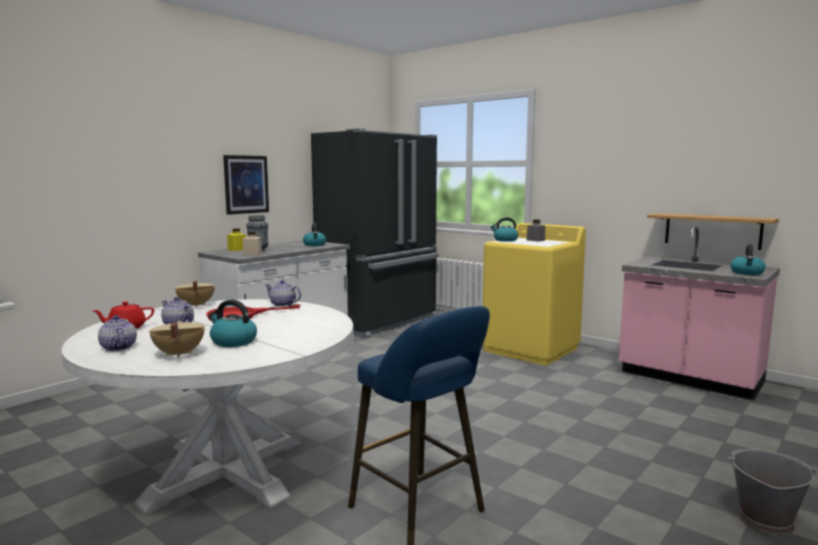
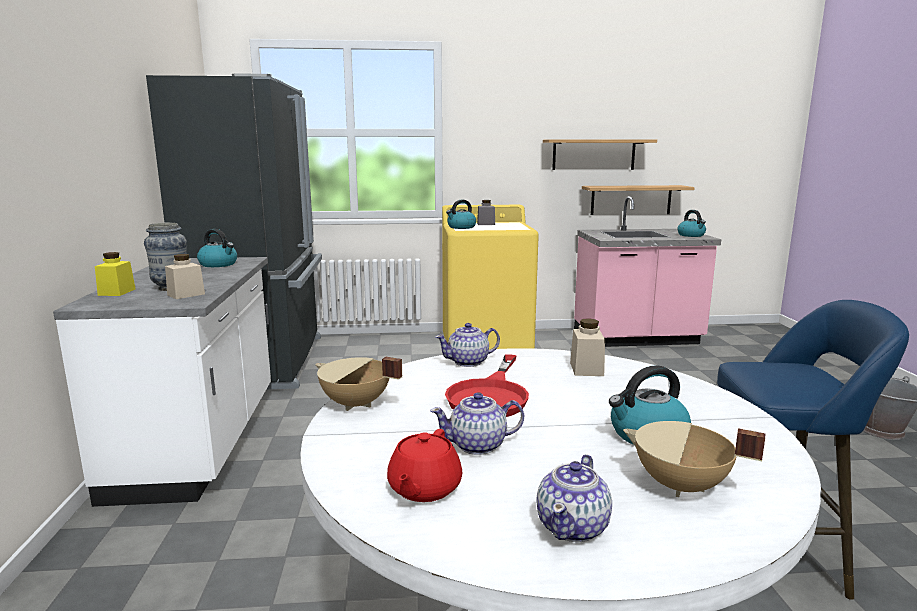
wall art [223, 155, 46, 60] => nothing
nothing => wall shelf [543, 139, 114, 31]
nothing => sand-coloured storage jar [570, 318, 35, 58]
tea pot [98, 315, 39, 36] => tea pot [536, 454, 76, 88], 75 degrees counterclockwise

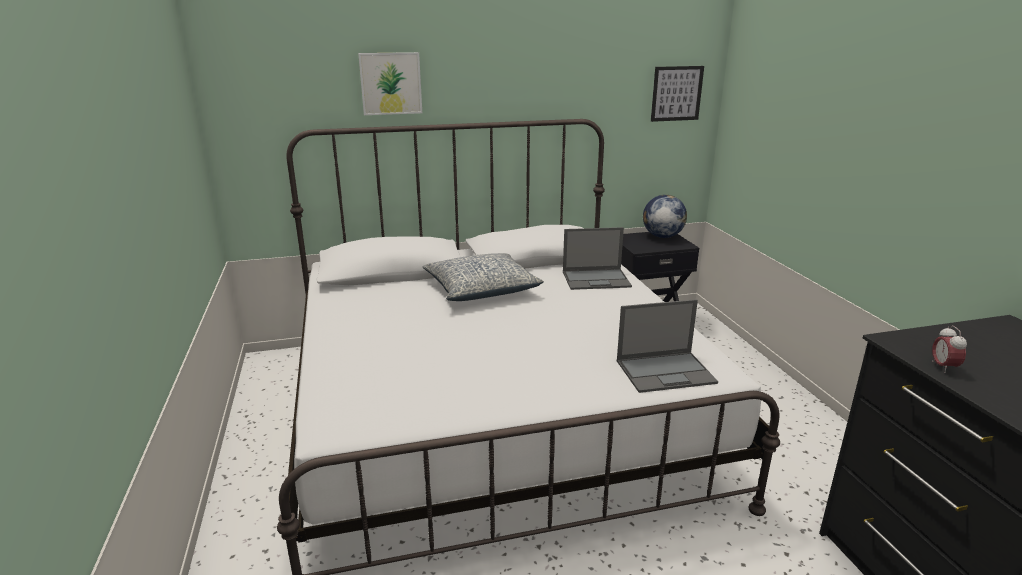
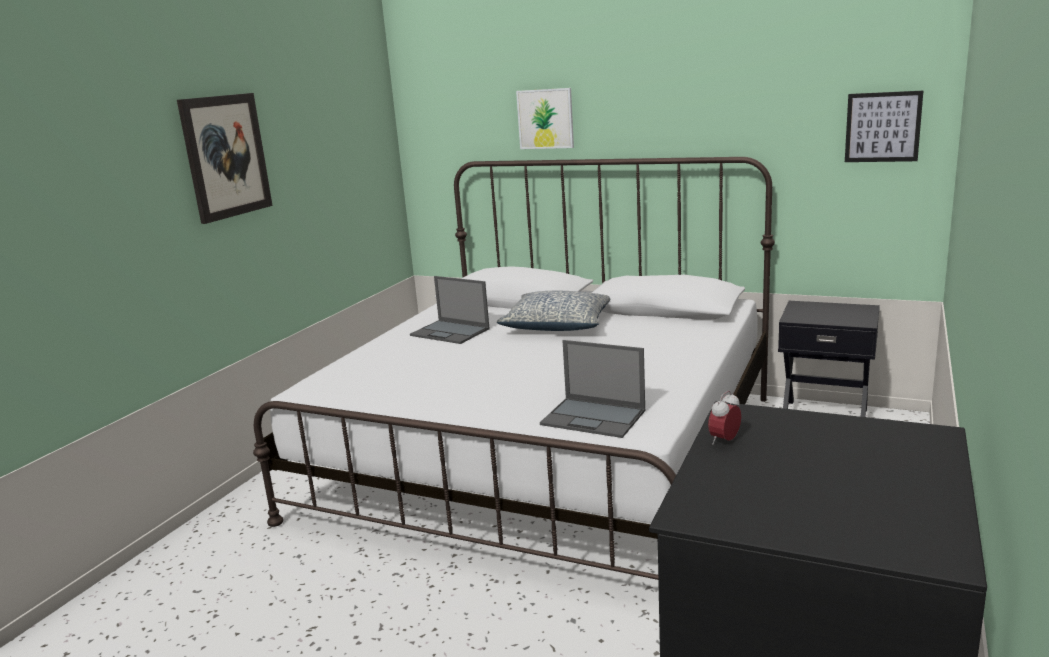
globe [643, 195, 44, 43] => nothing
nothing => wall art [177, 93, 96, 131]
laptop [563, 227, 69, 63] => laptop [410, 276, 80, 68], move

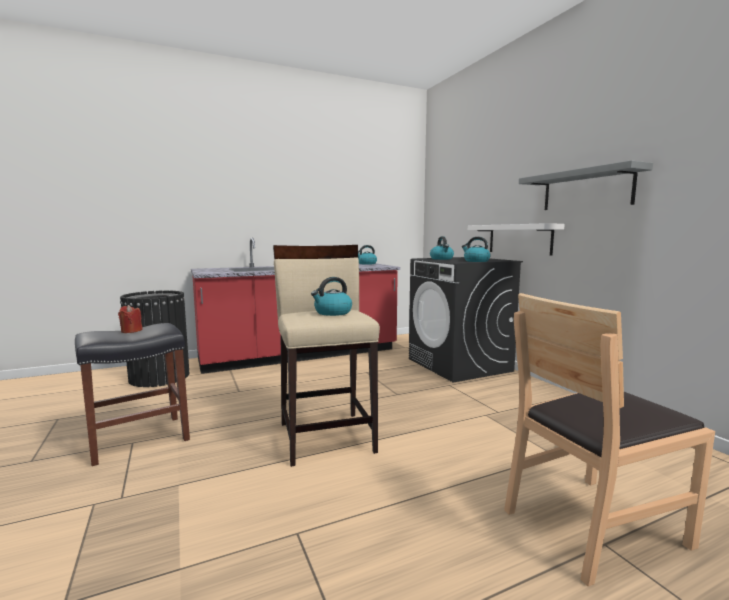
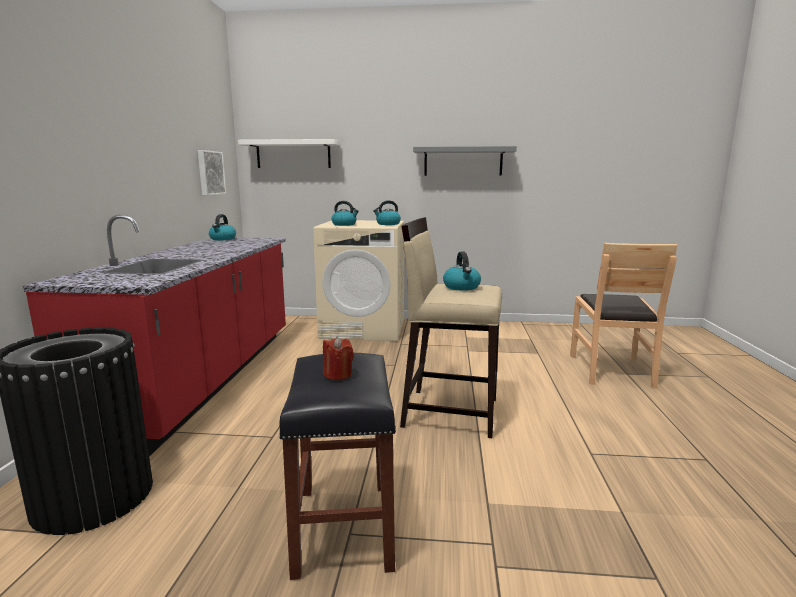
nothing => wall art [198, 150, 28, 45]
whitish wall shelf [468, 223, 97, 33] => whitish wall shelf [238, 139, 102, 29], move
blackish laundry appliance [409, 257, 114, 126] => sand-coloured laundry appliance [313, 220, 92, 121]

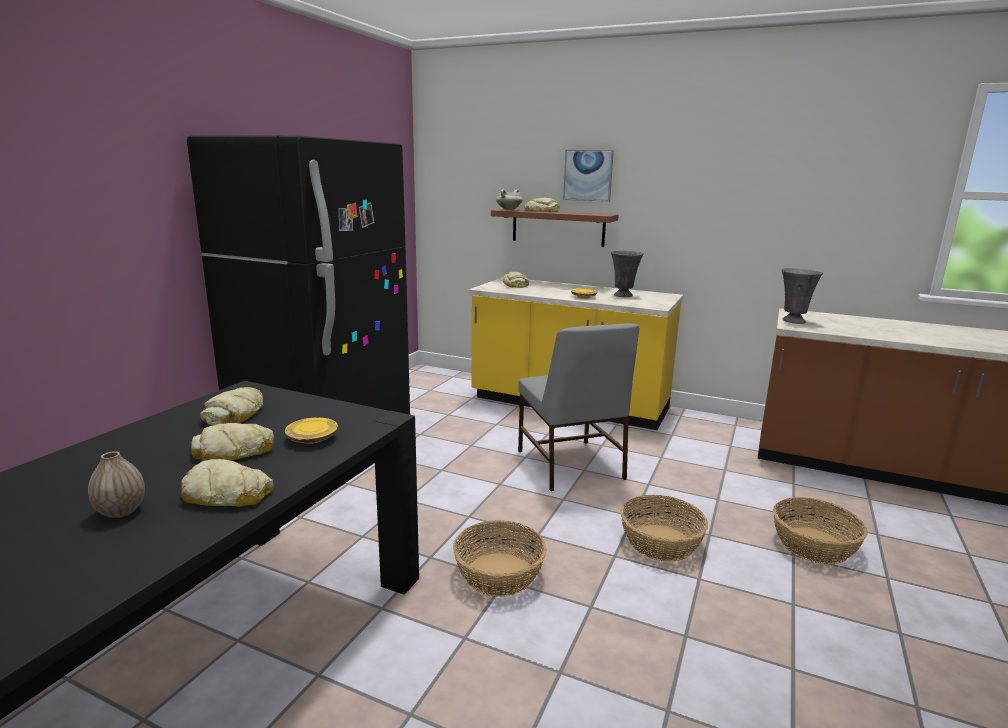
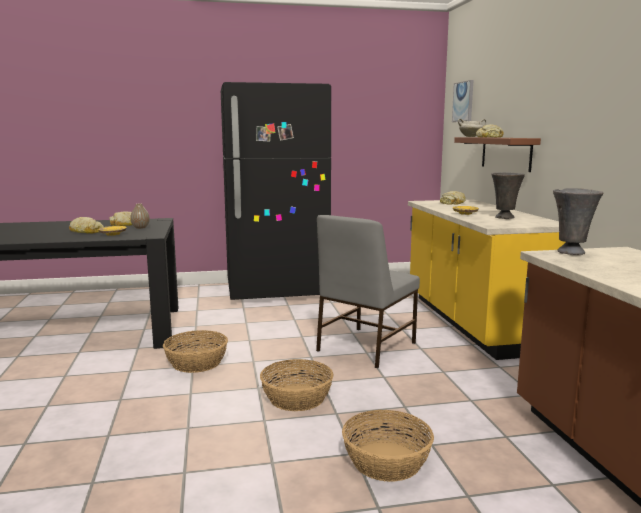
baked bread [181, 459, 93, 48] => nothing
vase [88, 451, 57, 67] => vase [130, 204, 20, 25], move
wall art [563, 150, 51, 52] => wall art [452, 80, 21, 42], move

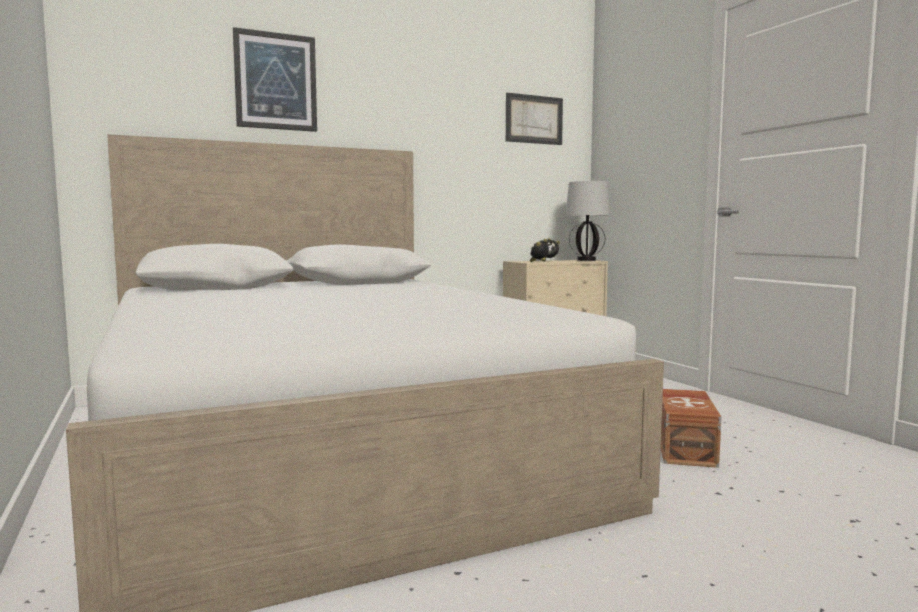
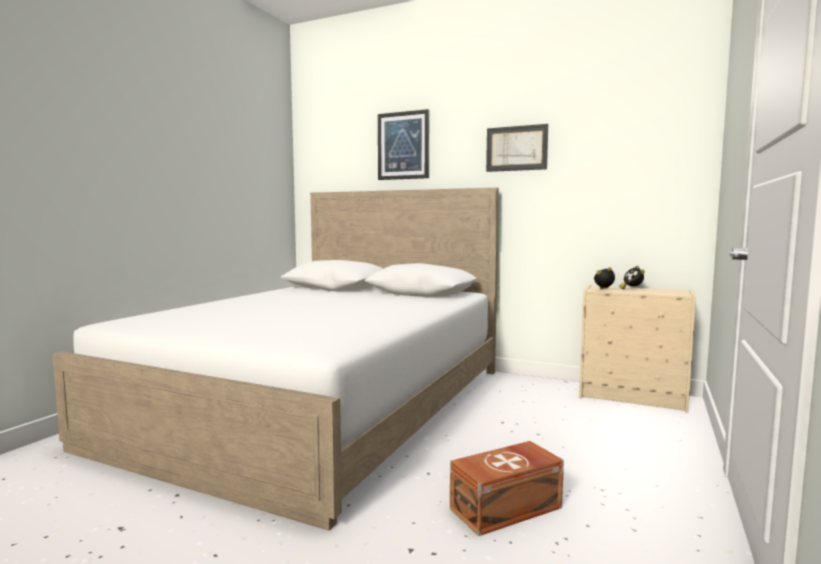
tabletop lamp [565, 181, 45, 80] => nothing
wall art [506, 93, 57, 52] => wall art [486, 124, 62, 48], move

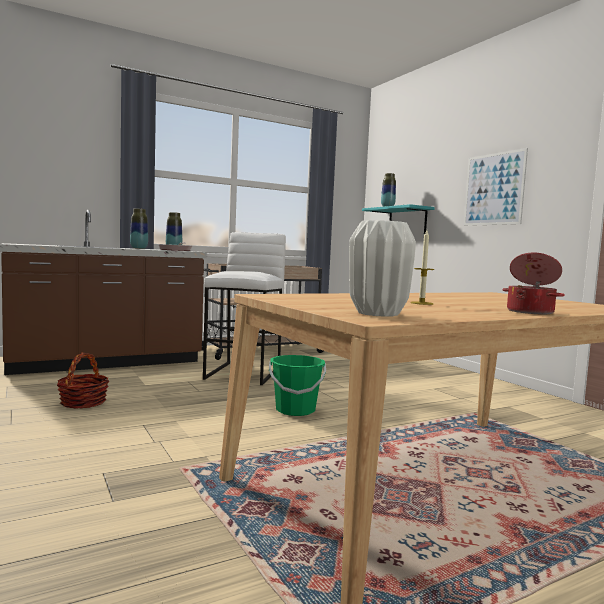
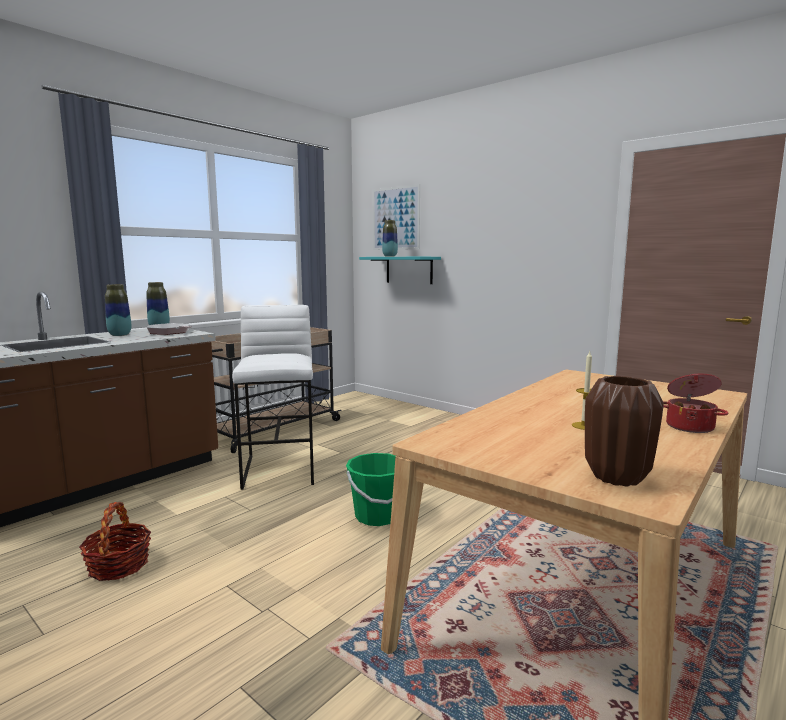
wall art [464, 148, 64, 78] => wall art [373, 184, 47, 66], move
whitish vase [349, 220, 67, 97] => brownish vase [585, 376, 79, 110]

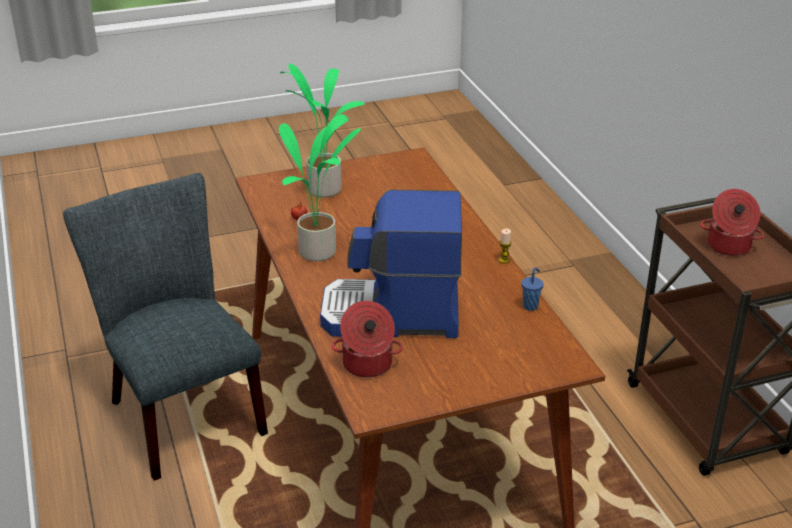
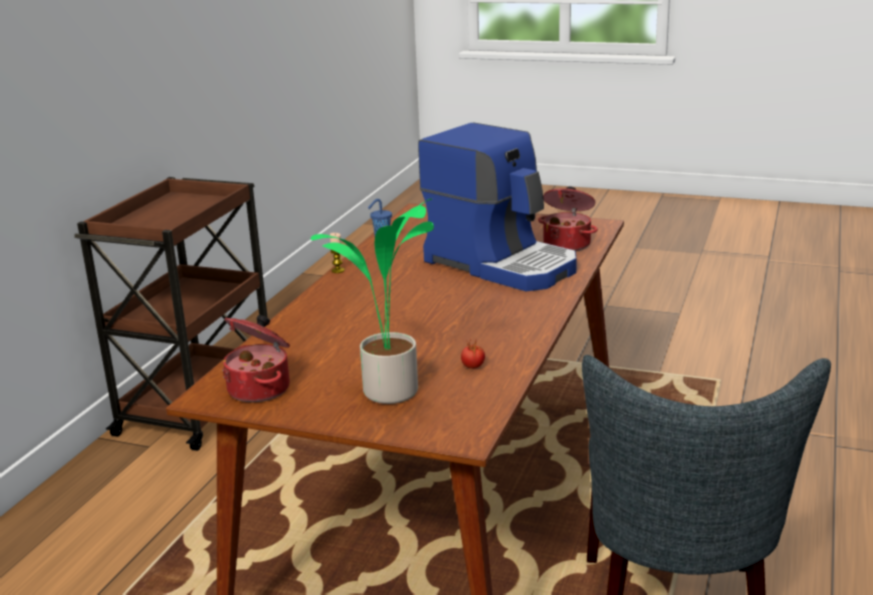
houseplant [279, 114, 82, 147] => nothing
stockpot [701, 189, 63, 67] => stockpot [222, 315, 68, 87], move

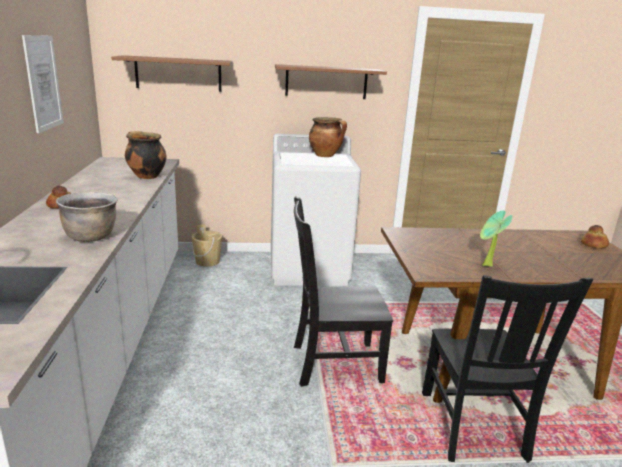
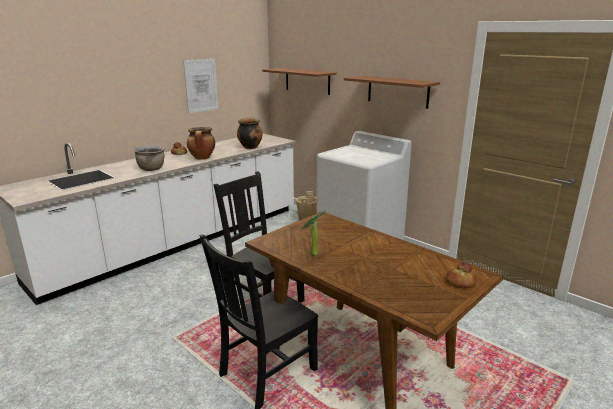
stockpot [309, 117, 38, 40] => stockpot [187, 127, 28, 33], move

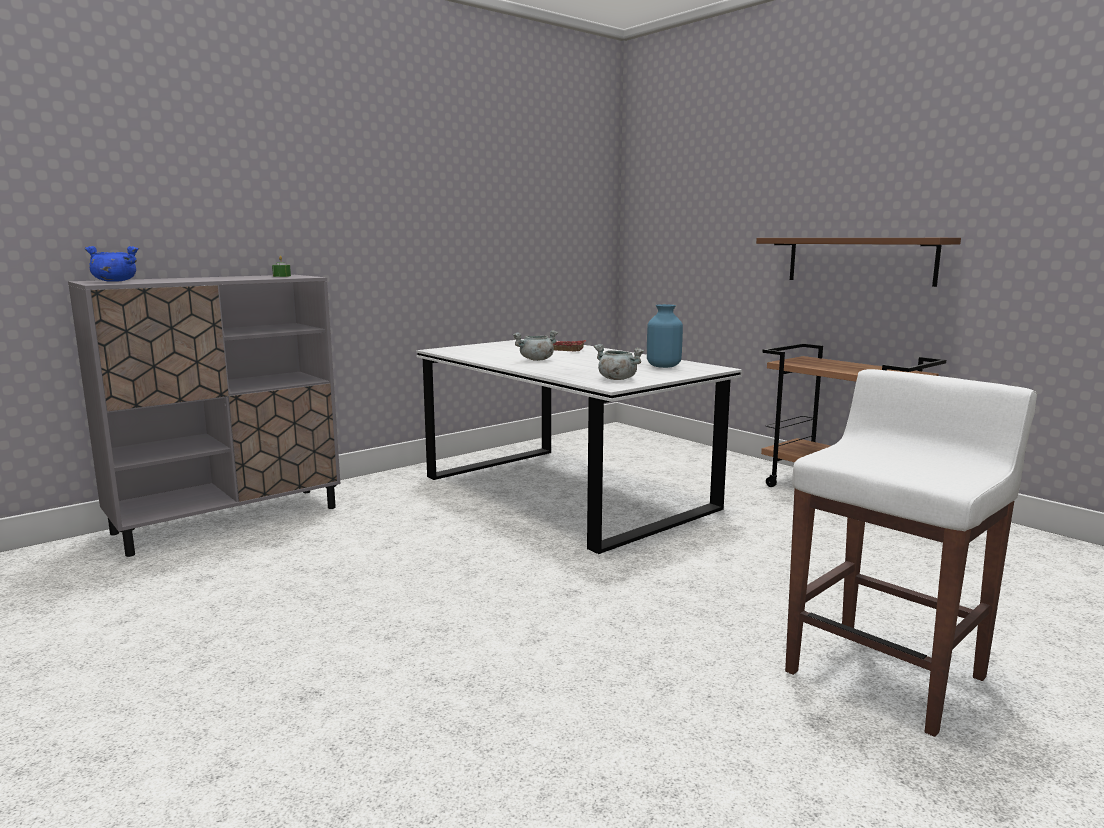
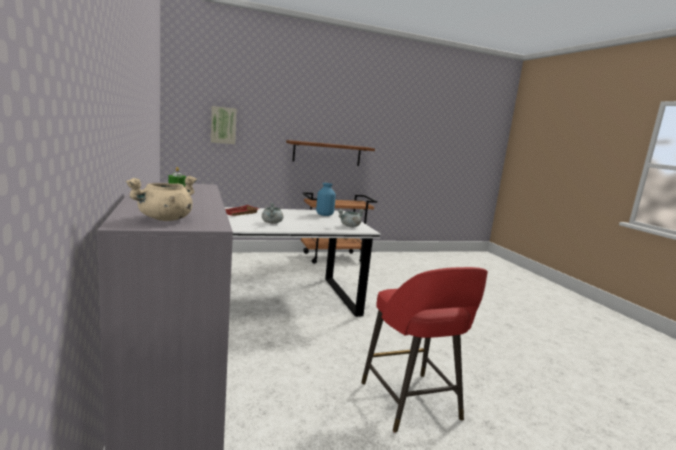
whitish sitting stool [785, 369, 252, 368] => nothing
nothing => wall art [211, 106, 26, 38]
nothing => reddish sitting stool [361, 267, 127, 166]
blue-coloured stockpot [85, 246, 54, 36] => sand-coloured stockpot [125, 176, 72, 45]

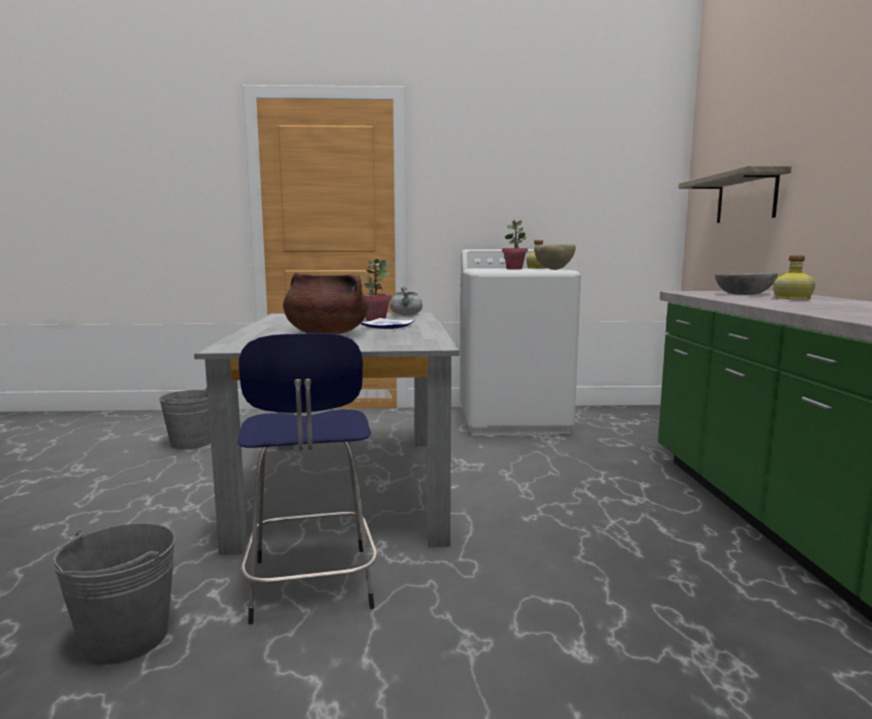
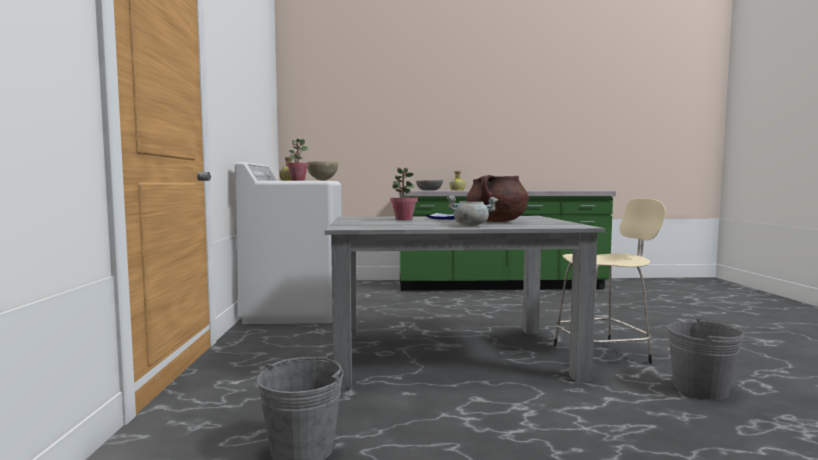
wall shelf [678, 166, 113, 57] => nothing
gray stockpot [390, 286, 32, 29] => gray stockpot [447, 195, 51, 31], move
blue-coloured sitting stool [237, 333, 140, 292] => sand-coloured sitting stool [554, 199, 112, 165]

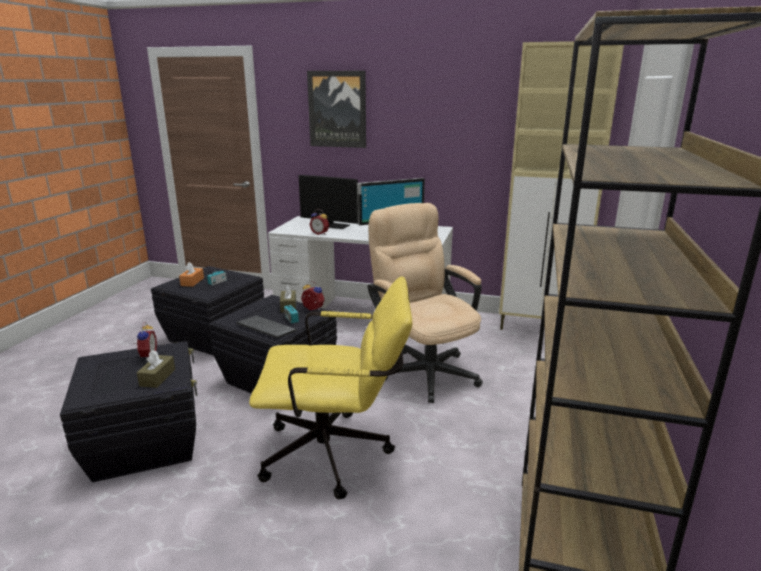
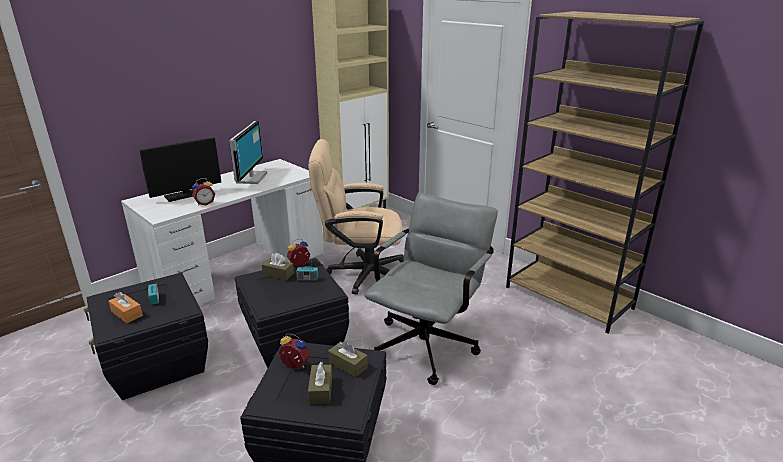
PC keyboard [236, 315, 61, 23] => nothing
wall art [307, 71, 59, 77] => nothing
nothing => brownish tissue box [308, 362, 24, 42]
yellowish office chair [249, 276, 163, 223] => gray office chair [364, 193, 134, 192]

